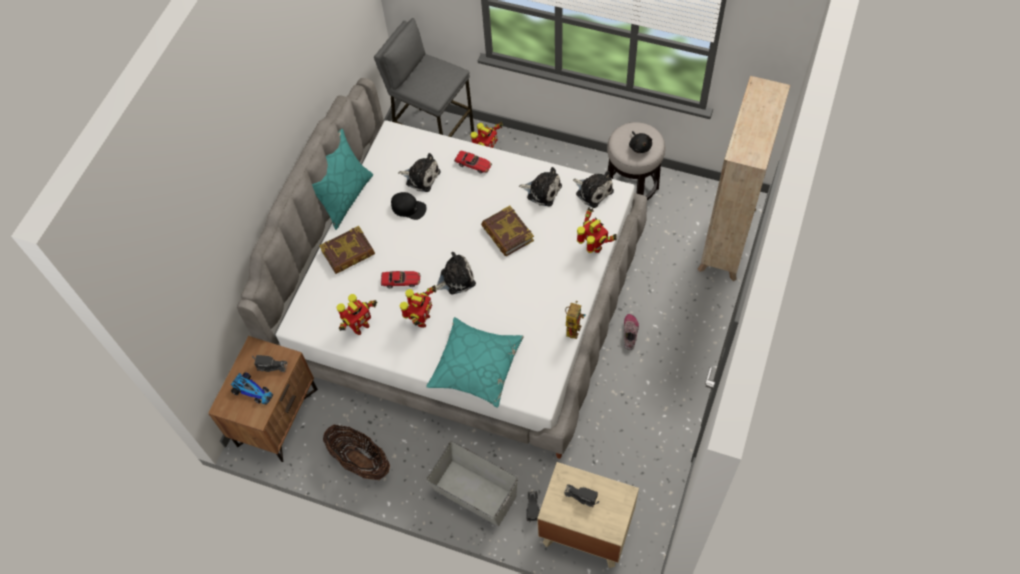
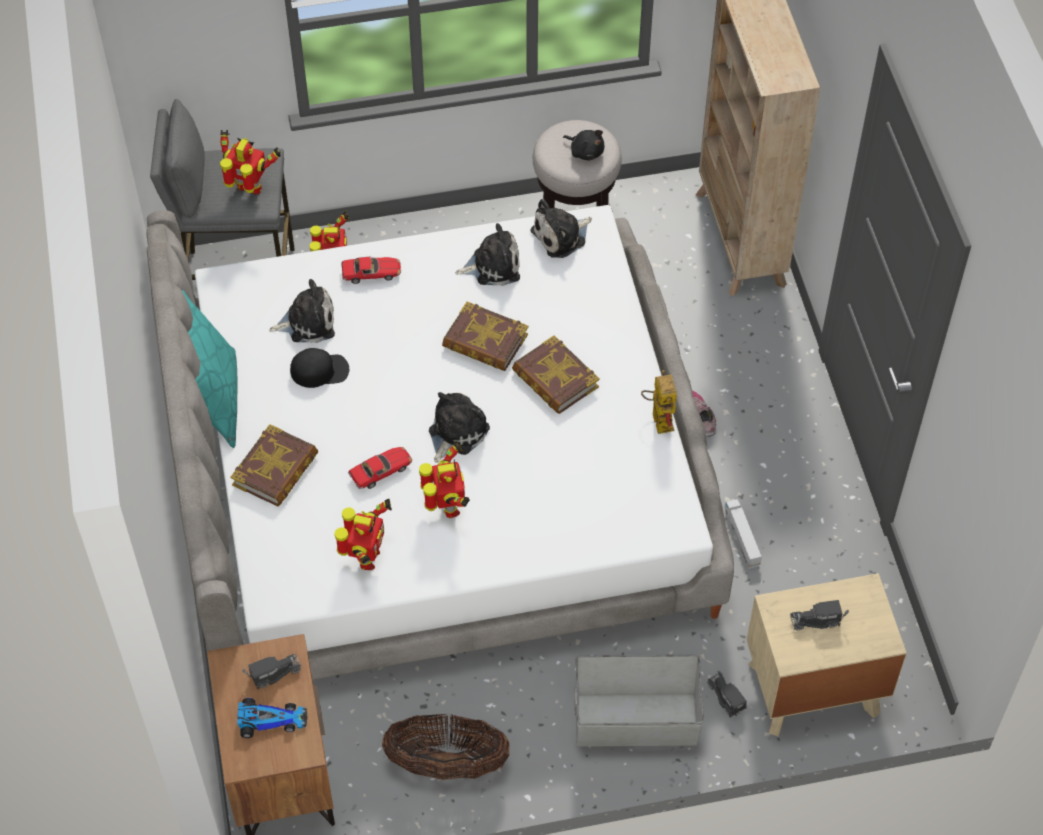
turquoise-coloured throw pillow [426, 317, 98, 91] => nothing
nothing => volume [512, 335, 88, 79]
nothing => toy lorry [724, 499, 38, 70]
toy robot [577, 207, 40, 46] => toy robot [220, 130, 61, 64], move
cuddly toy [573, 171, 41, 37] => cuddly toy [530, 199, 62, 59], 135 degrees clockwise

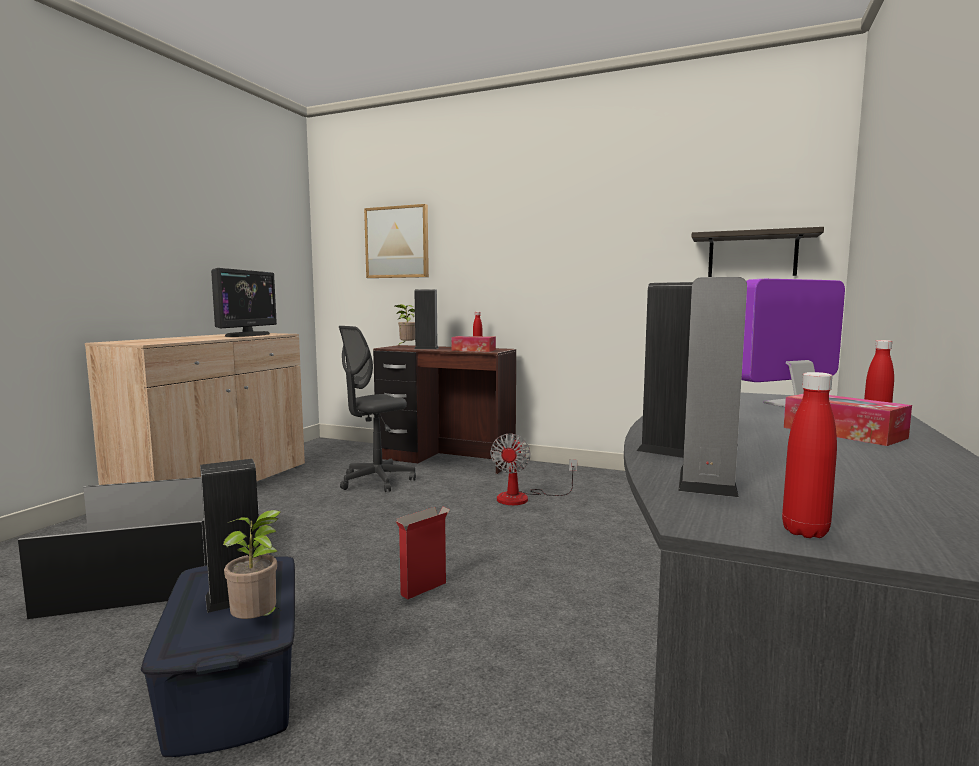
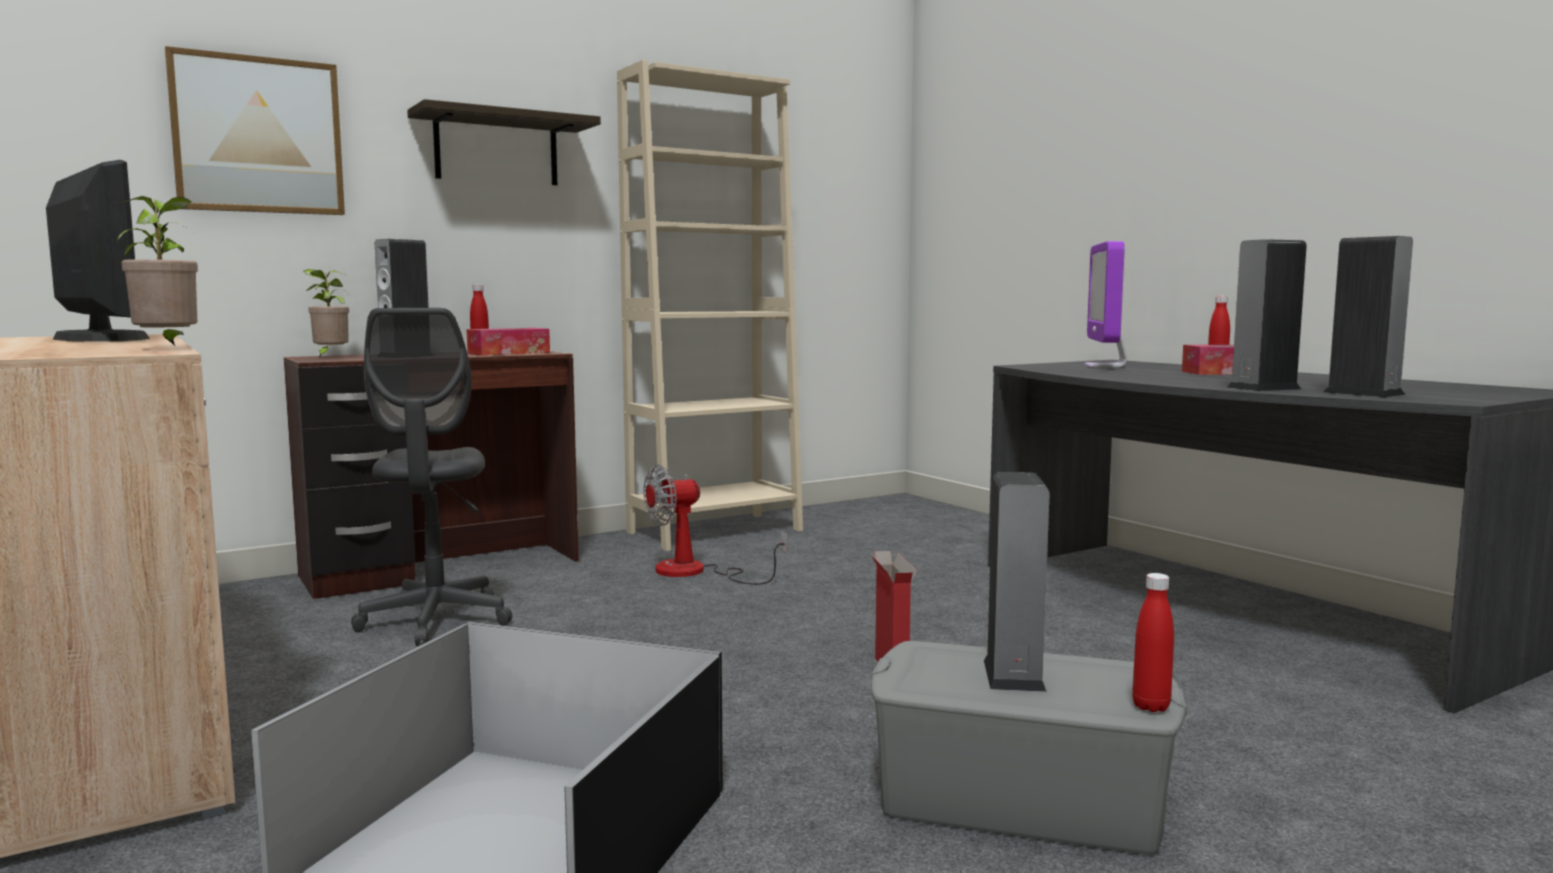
nothing => sand-coloured shelving unit [617, 60, 186, 491]
houseplant [223, 510, 58, 109] => houseplant [117, 196, 81, 150], move
wall shelf [691, 227, 133, 50] => wall shelf [407, 99, 194, 86], move
reddish drink bottle [782, 372, 55, 166] => reddish drink bottle [1132, 573, 42, 139], move
blue-coloured storage container [141, 556, 154, 201] => gray storage container [870, 641, 318, 214]
fan [490, 433, 87, 72] => fan [643, 464, 144, 121], 105 degrees clockwise

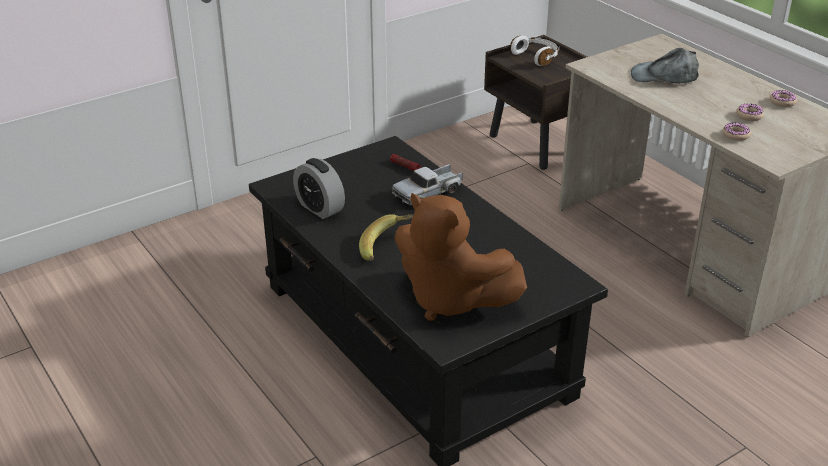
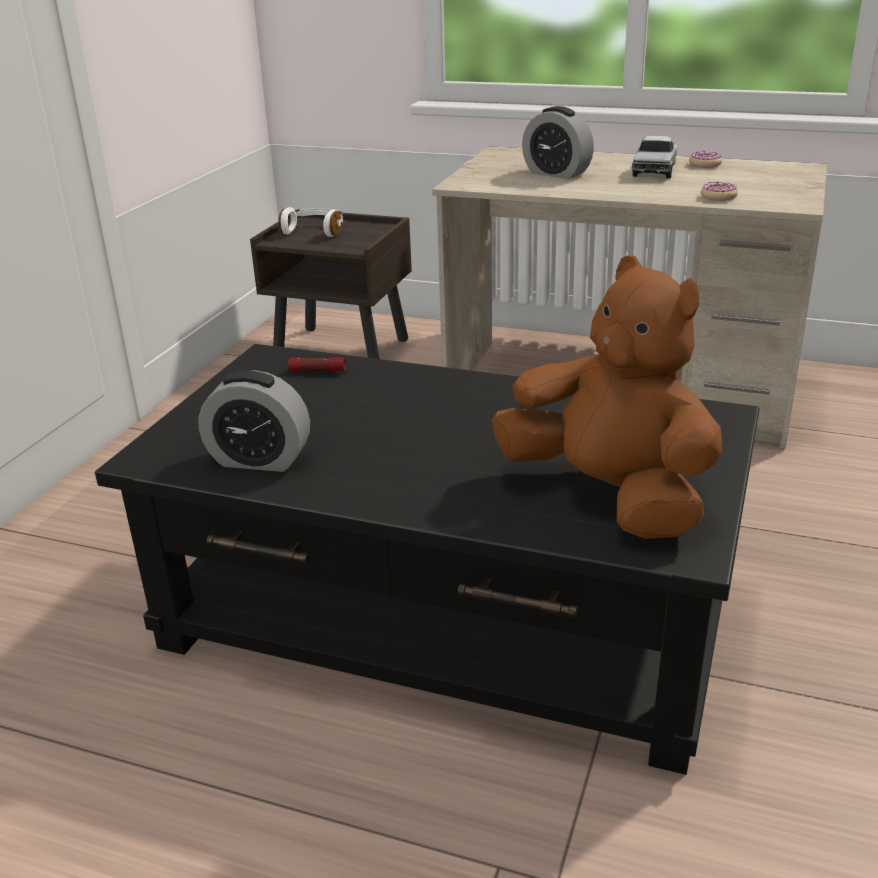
banana [359, 214, 55, 47] => nothing
donut [736, 103, 28, 18] => nothing
toy lorry [392, 164, 71, 41] => toy lorry [632, 136, 45, 42], move
gray baseball cap [631, 48, 68, 36] => table clock [522, 106, 72, 73]
brownish cuddly toy [394, 193, 133, 128] => brownish cuddly toy [492, 256, 230, 283], 135 degrees counterclockwise

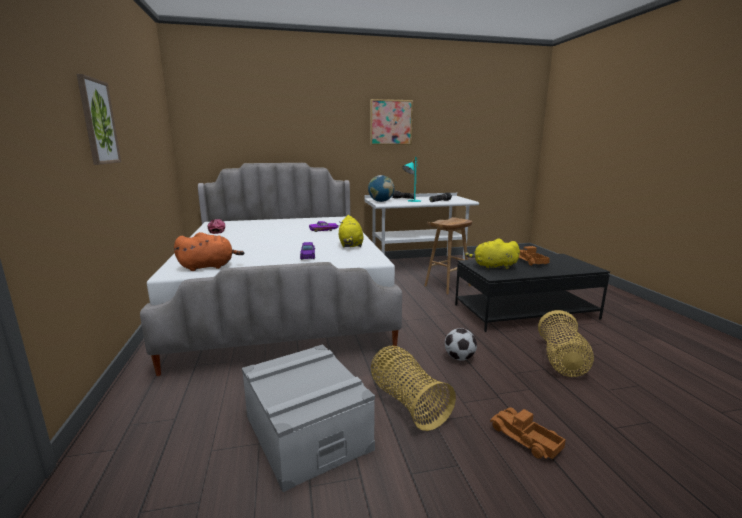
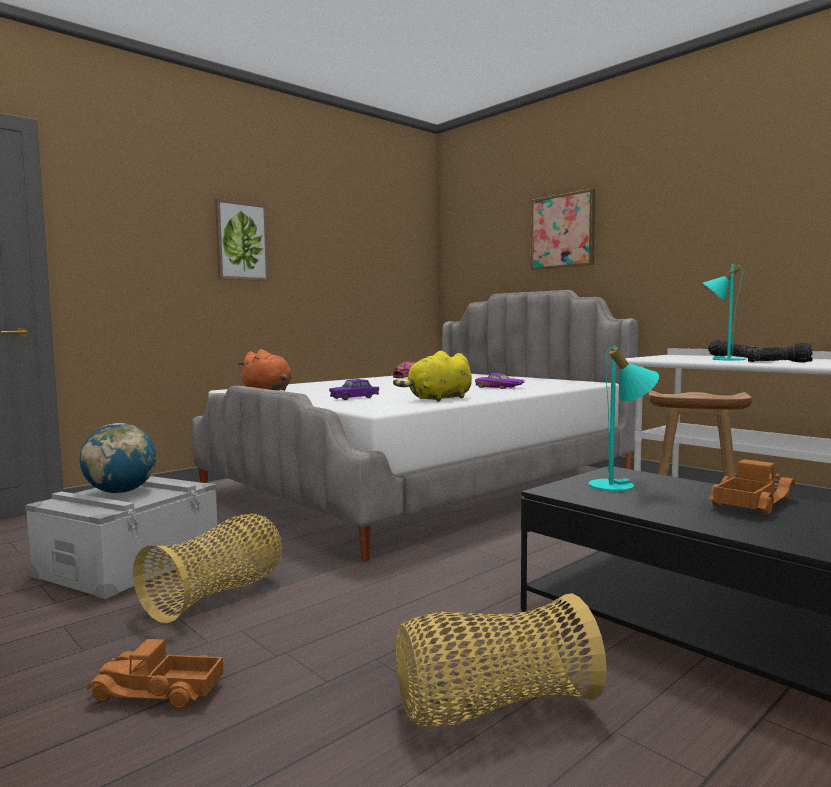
football [445, 328, 32, 33] => nothing
globe [368, 175, 26, 27] => globe [80, 423, 76, 70], move
wall art [370, 99, 43, 46] => wall art [531, 189, 64, 81], move
yellowish cuddly toy [465, 239, 55, 31] => turquoise-coloured tabletop lamp [588, 345, 71, 146]
toy lorry [490, 407, 76, 52] => toy lorry [87, 639, 137, 70], 105 degrees counterclockwise

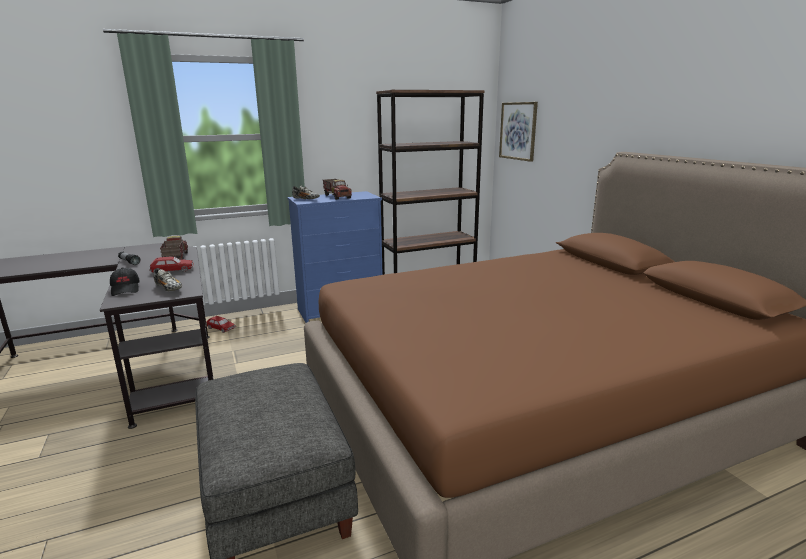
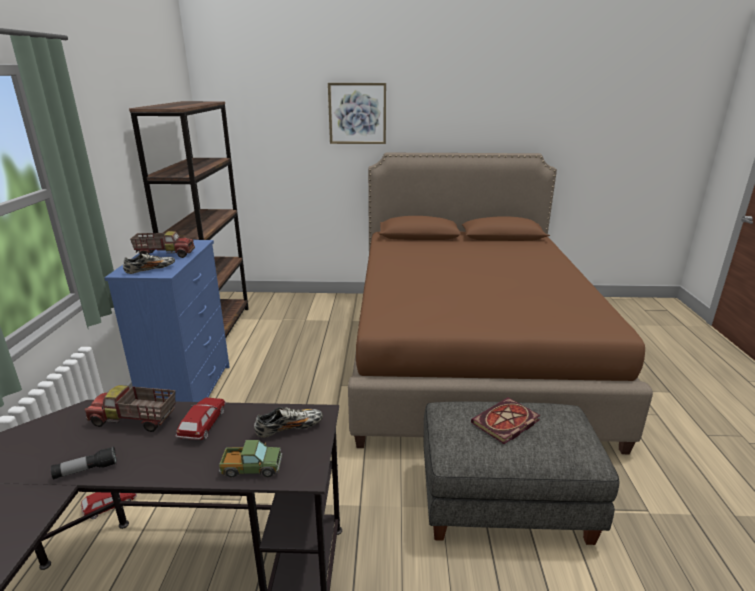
nothing => volume [471, 397, 69, 47]
wall art [499, 102, 39, 60] => wall art [328, 83, 58, 61], move
blackish baseball cap [110, 267, 30, 29] => toy lorry [219, 440, 63, 37]

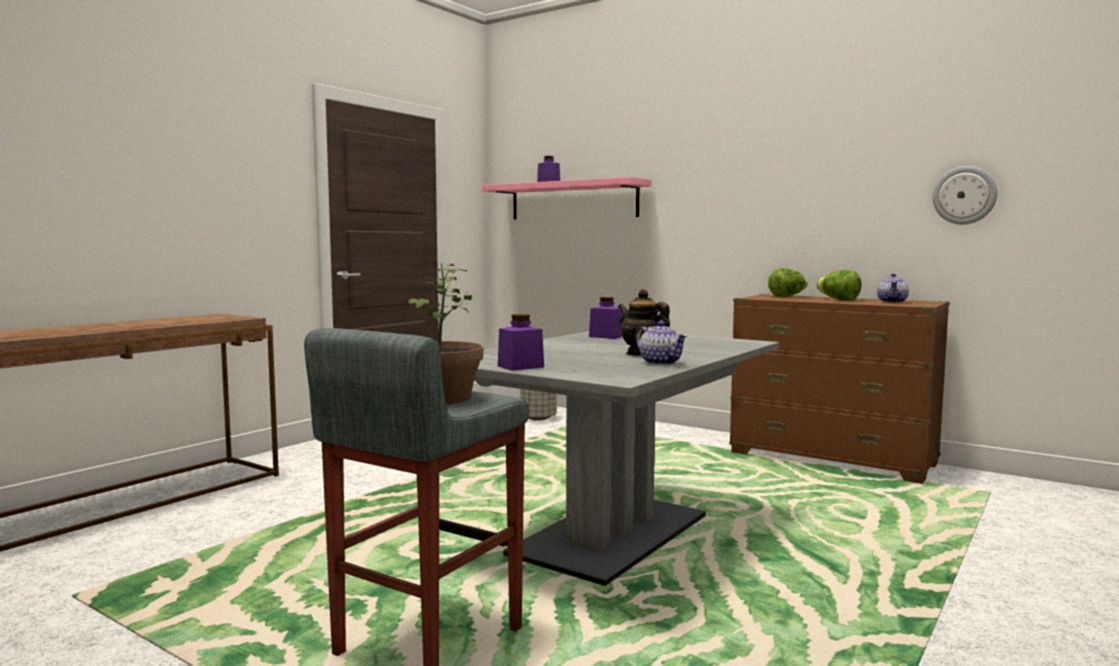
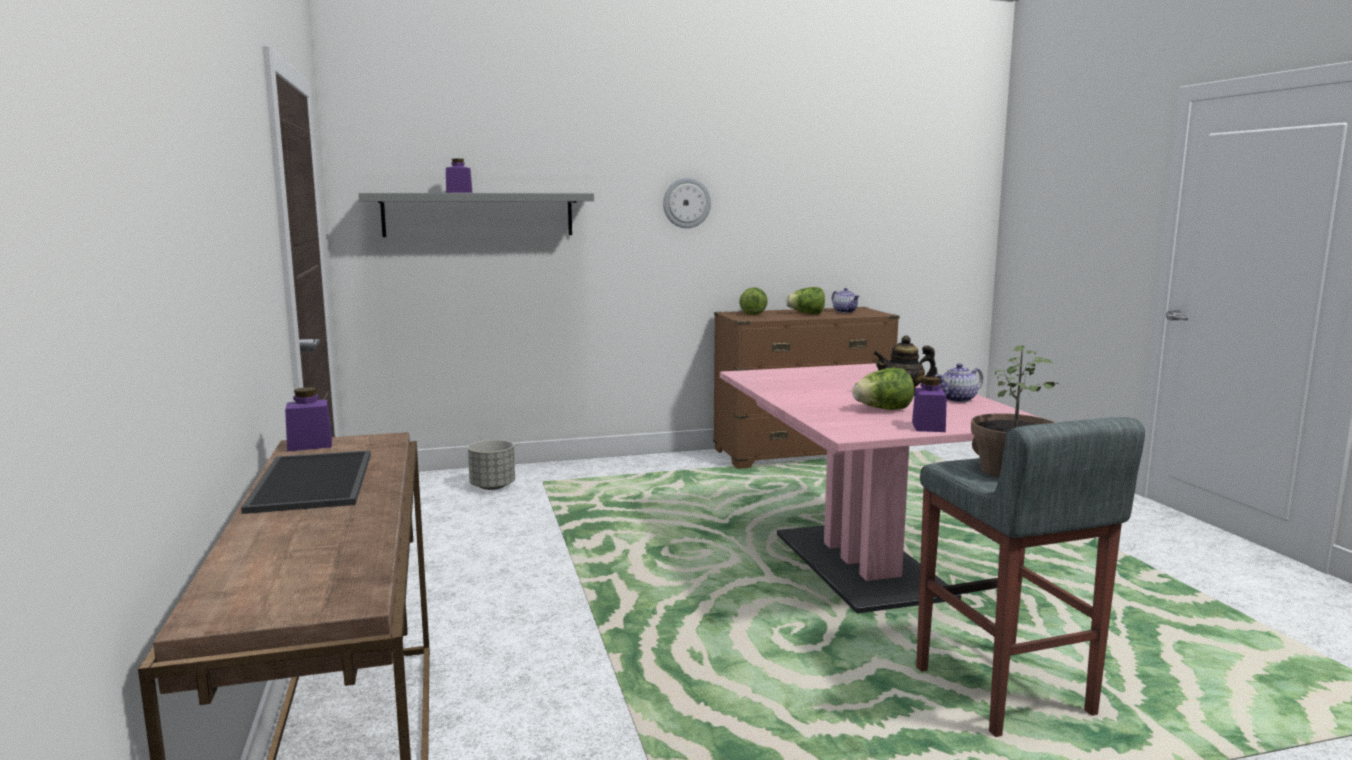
nothing => serving tray [241, 450, 130, 64]
nothing => lettuce head [852, 368, 62, 42]
purple storage jar [589, 297, 33, 42] => purple storage jar [285, 387, 47, 64], move
hanging clock [933, 166, 65, 59] => hanging clock [663, 177, 48, 51], move
gray dinner table [475, 331, 304, 255] => pink dinner table [720, 363, 321, 250]
pink wall shelf [482, 177, 169, 43] => gray wall shelf [359, 193, 235, 44]
tea pot [636, 321, 51, 44] => tea pot [935, 364, 48, 38], 150 degrees clockwise

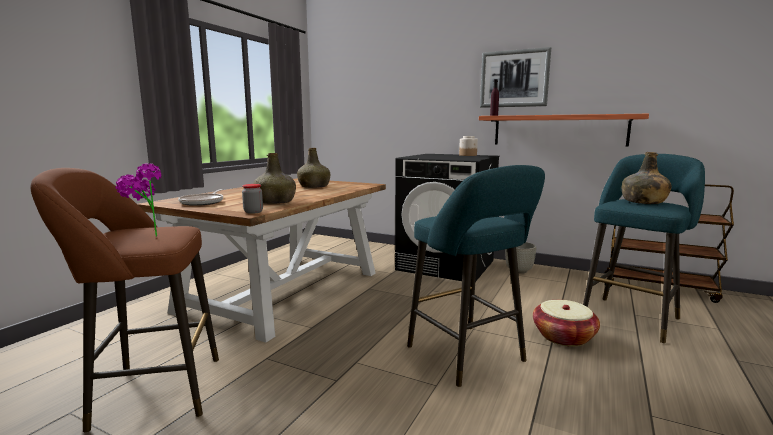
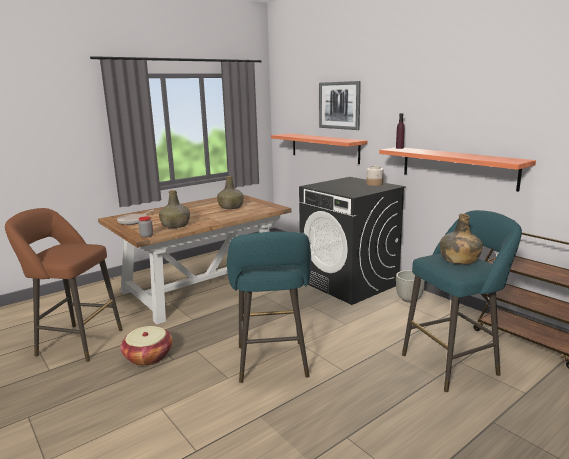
houseplant [115, 164, 46, 73] => nothing
nothing => wall shelf [271, 133, 96, 31]
wall art [480, 47, 71, 61] => wall art [319, 81, 42, 49], move
basket [533, 300, 67, 47] => basket [120, 326, 53, 40], move

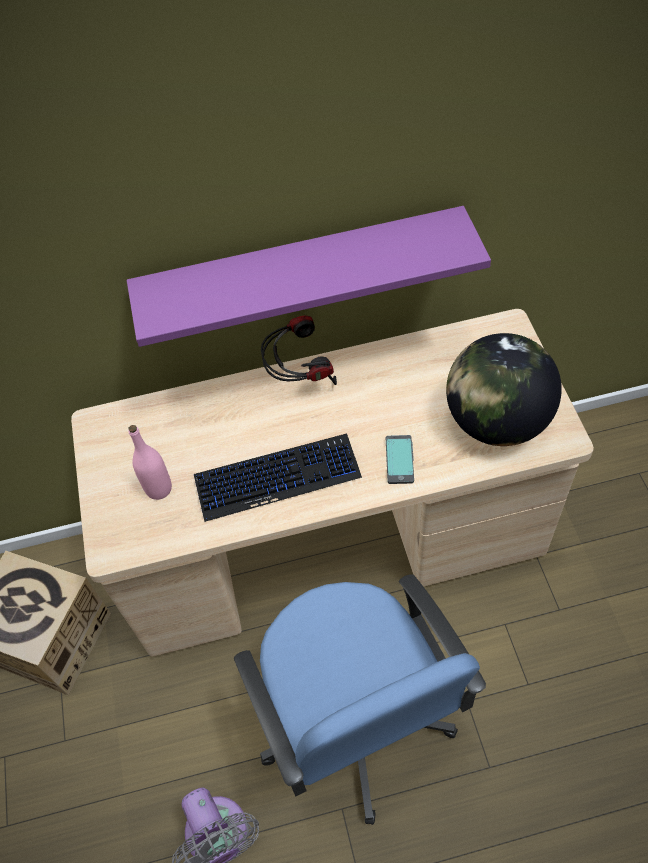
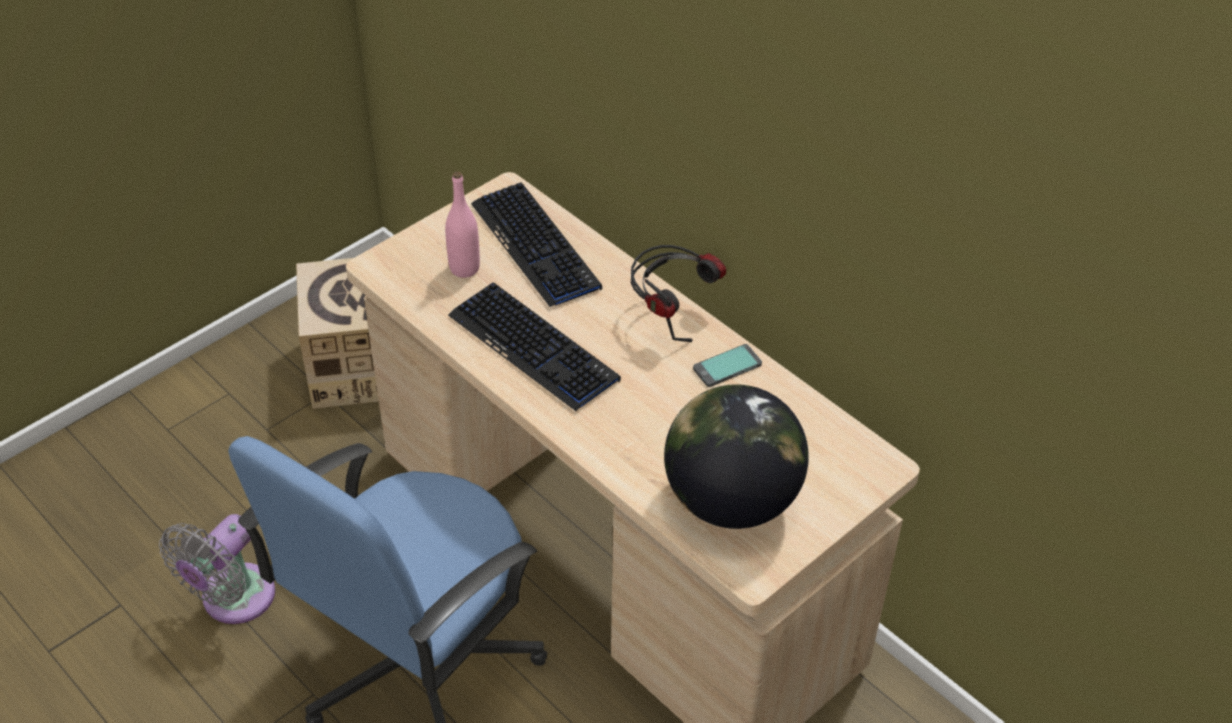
purple wall shelf [127, 206, 364, 141] => nothing
nothing => PC keyboard [471, 182, 131, 125]
handset [386, 435, 28, 49] => handset [693, 344, 69, 43], move

